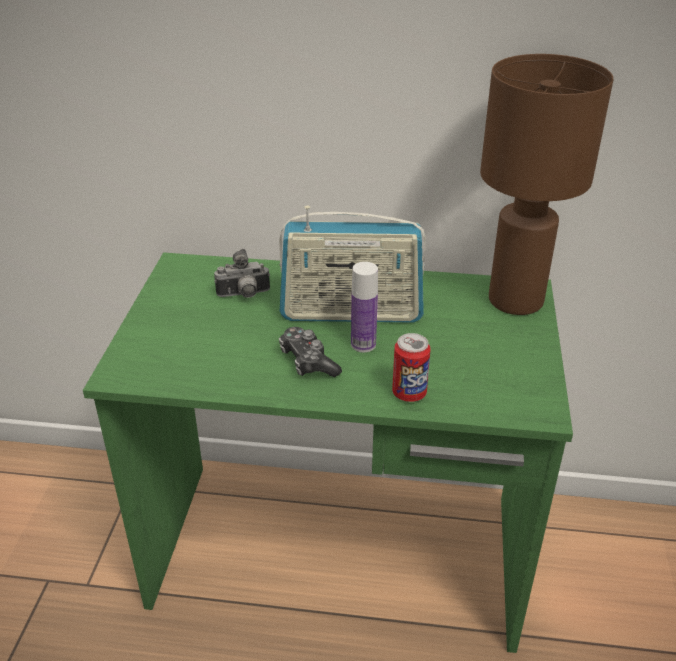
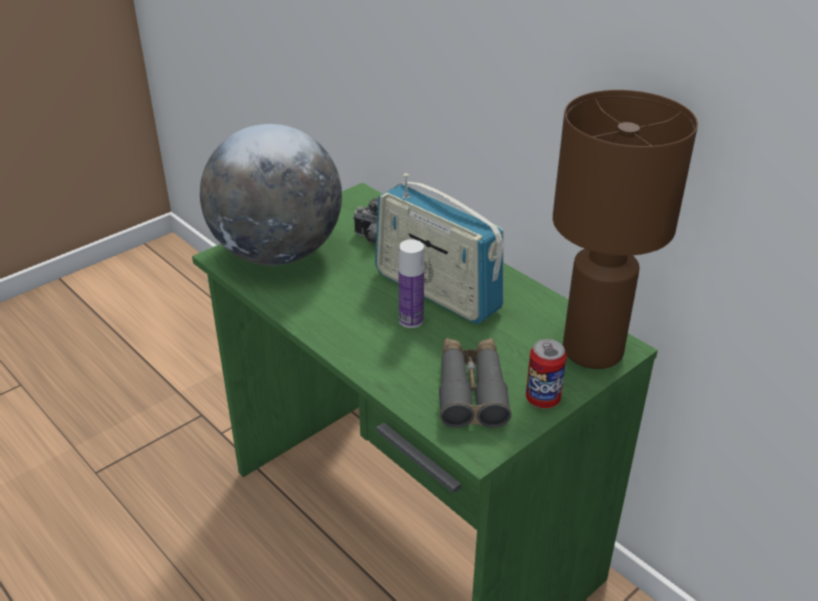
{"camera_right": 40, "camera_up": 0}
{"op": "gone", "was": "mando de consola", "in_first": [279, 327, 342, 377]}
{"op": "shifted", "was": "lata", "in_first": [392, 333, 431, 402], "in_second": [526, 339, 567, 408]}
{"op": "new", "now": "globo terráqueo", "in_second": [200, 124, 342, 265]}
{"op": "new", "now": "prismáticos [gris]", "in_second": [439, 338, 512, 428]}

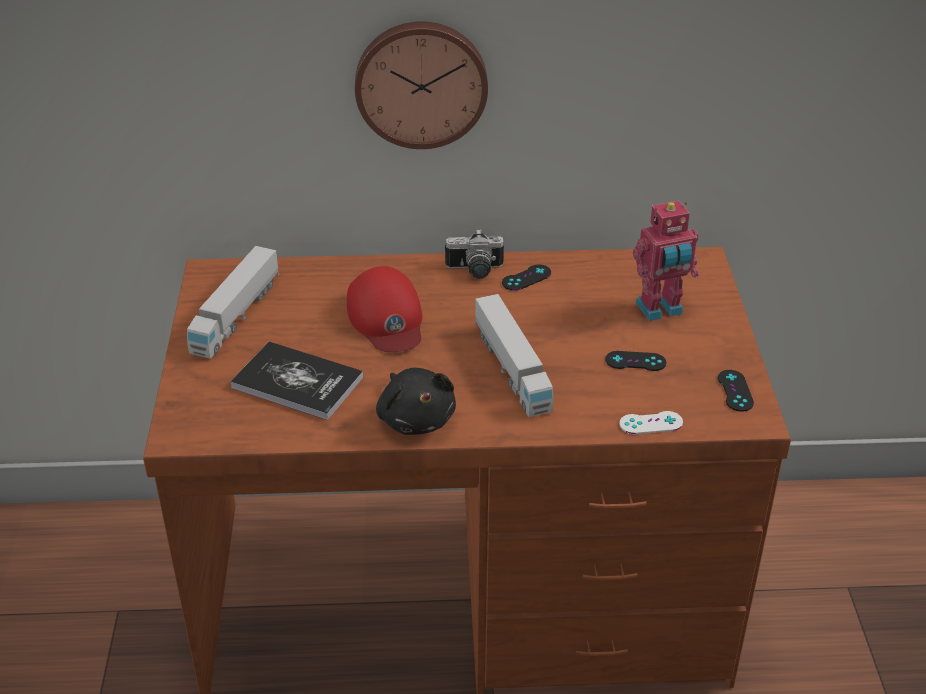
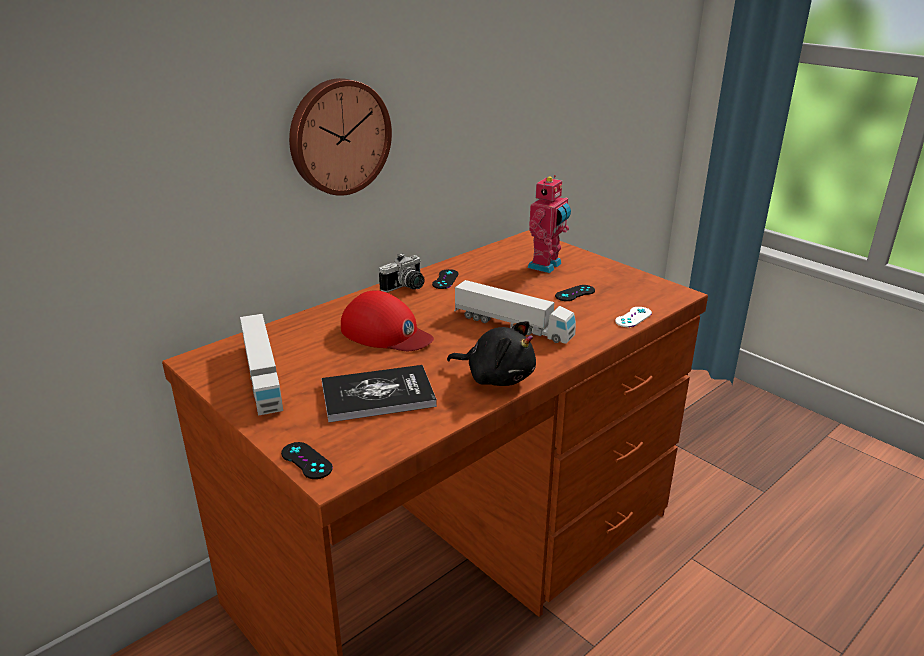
{"camera_right": -40, "camera_up": -10}
{"op": "shifted", "was": "mando de consola [negro]", "in_first": [718, 370, 754, 412], "in_second": [281, 442, 333, 479]}

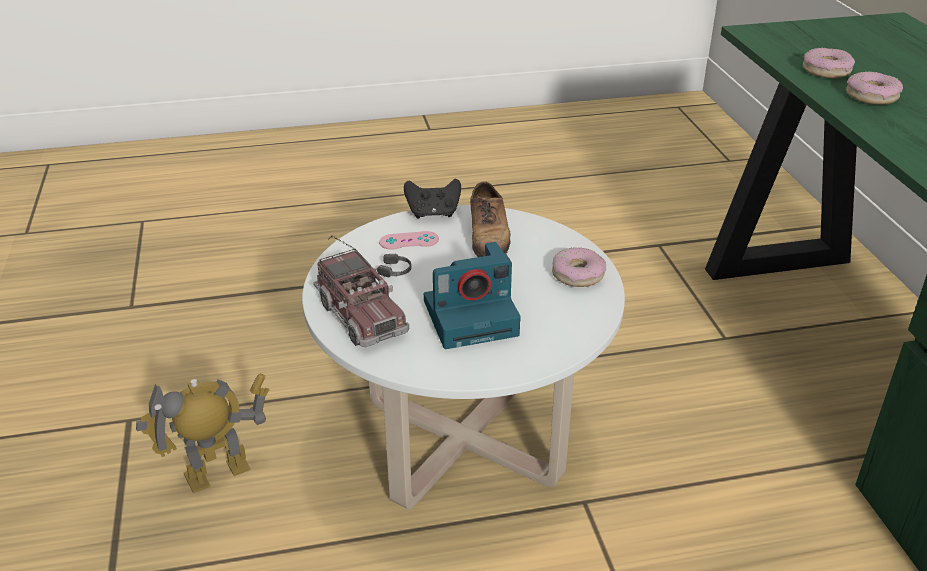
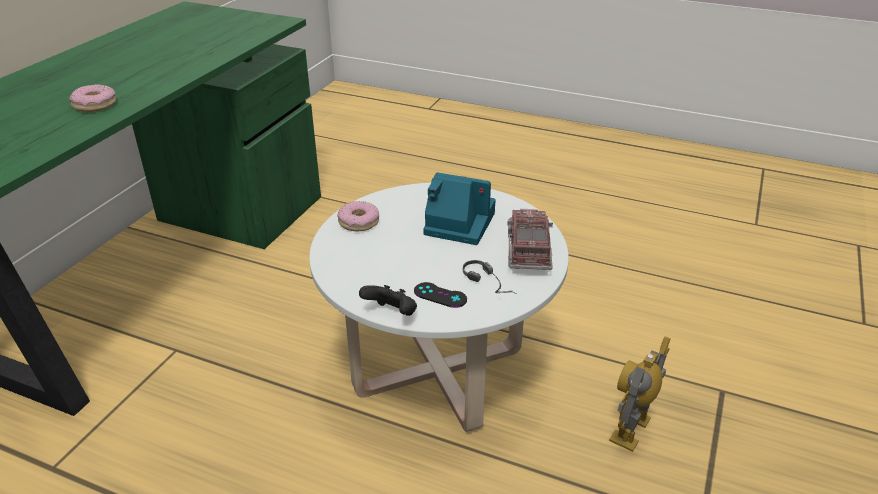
{"camera_right": -145, "camera_up": 0}
{"op": "rotated", "was": "robot de juguete", "in_first": [136, 373, 269, 494], "in_second": [609, 336, 670, 452], "clockwise": 120}
{"op": "repainted", "was": "mando de consola [rosa]", "now": "mando de consola [negro]", "in_first": [379, 231, 439, 249], "in_second": [414, 282, 467, 308]}
{"op": "gone", "was": "zapato", "in_first": [470, 181, 510, 257]}
{"op": "gone", "was": "rosquilla", "in_first": [803, 48, 855, 78]}

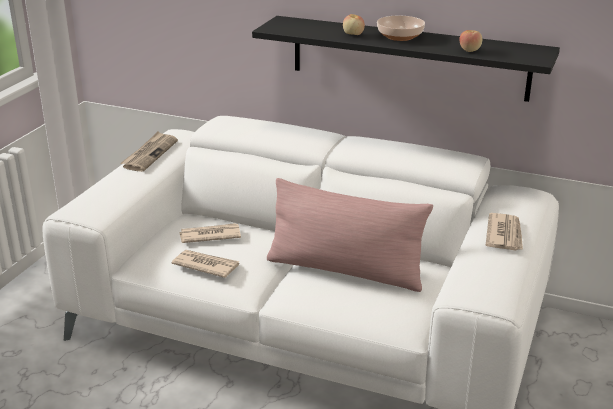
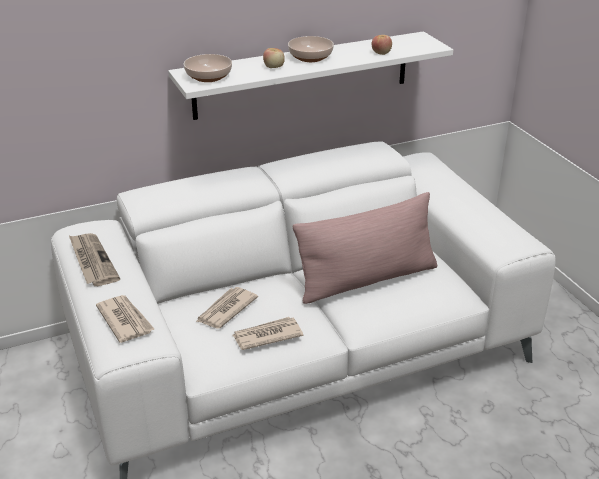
{"camera_right": -45, "camera_up": 5}
{"op": "repainted", "was": "estante [negro]", "now": "estante [blanco]", "in_first": [252, 16, 560, 102], "in_second": [168, 31, 453, 120]}
{"op": "shifted", "was": "periódico", "in_first": [486, 213, 523, 250], "in_second": [96, 295, 154, 343]}
{"op": "new", "now": "cuenco", "in_second": [183, 54, 232, 82]}

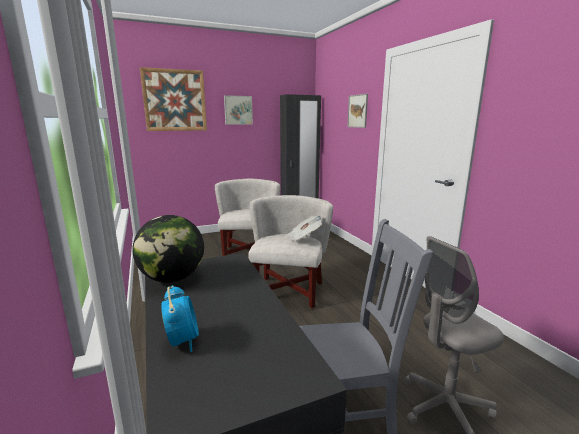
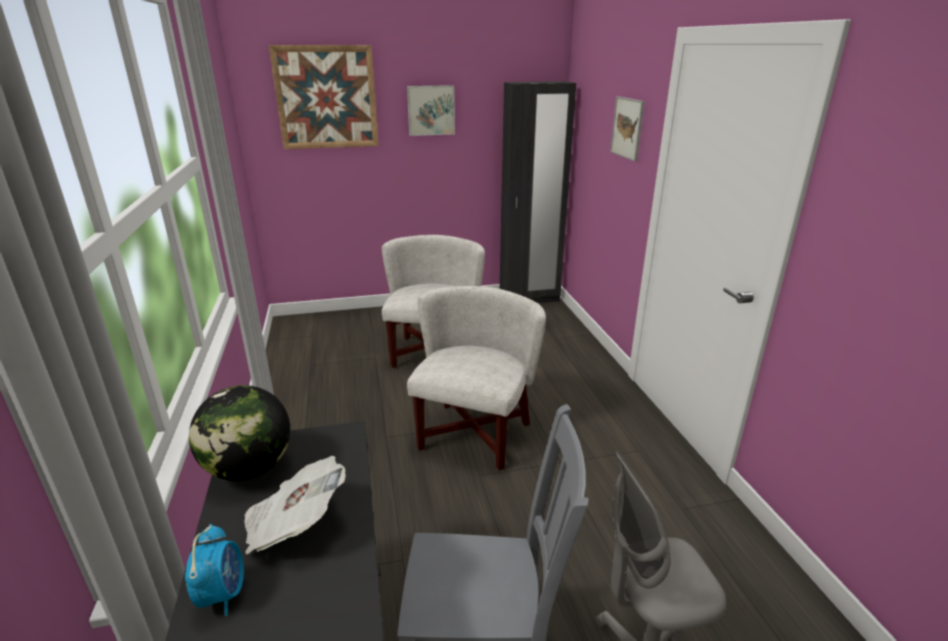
{"camera_right": 10, "camera_up": 10}
{"op": "shifted", "was": "periódico", "in_first": [284, 215, 323, 242], "in_second": [244, 456, 346, 554]}

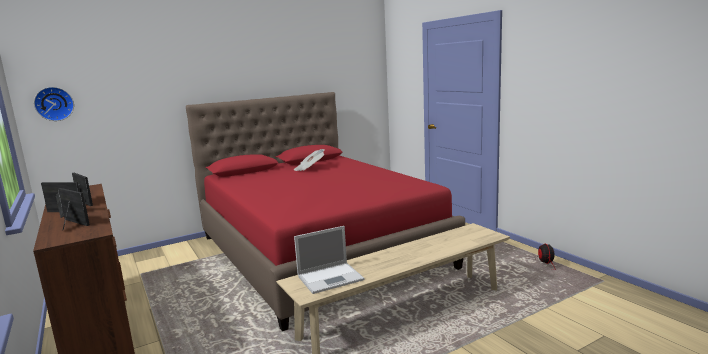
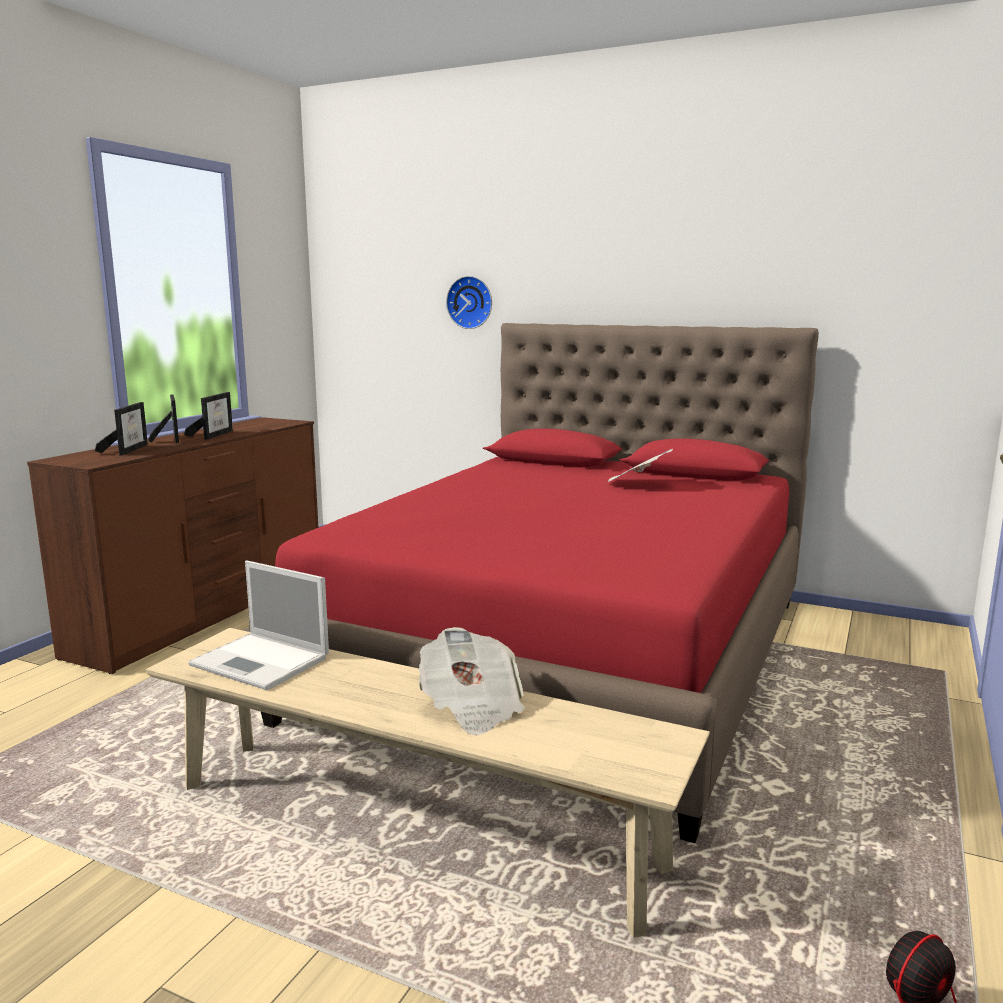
{"camera_right": 55, "camera_up": 0}
{"op": "shifted", "was": "reloj de pared", "in_first": [34, 87, 74, 121], "in_second": [446, 276, 492, 329]}
{"op": "new", "now": "periódico", "in_second": [418, 627, 525, 736]}

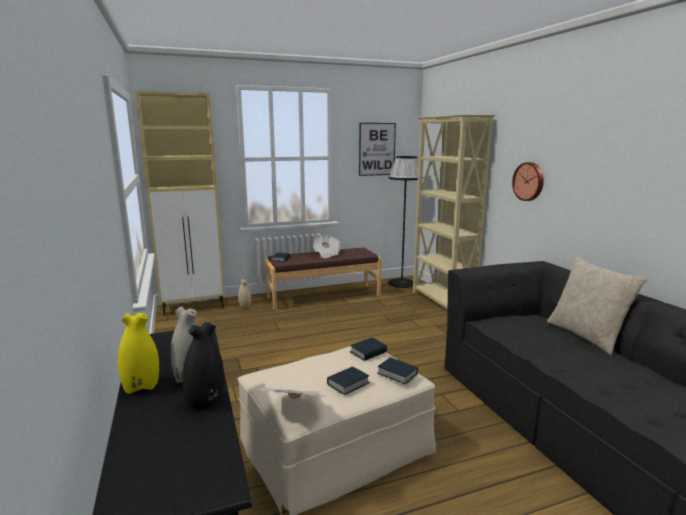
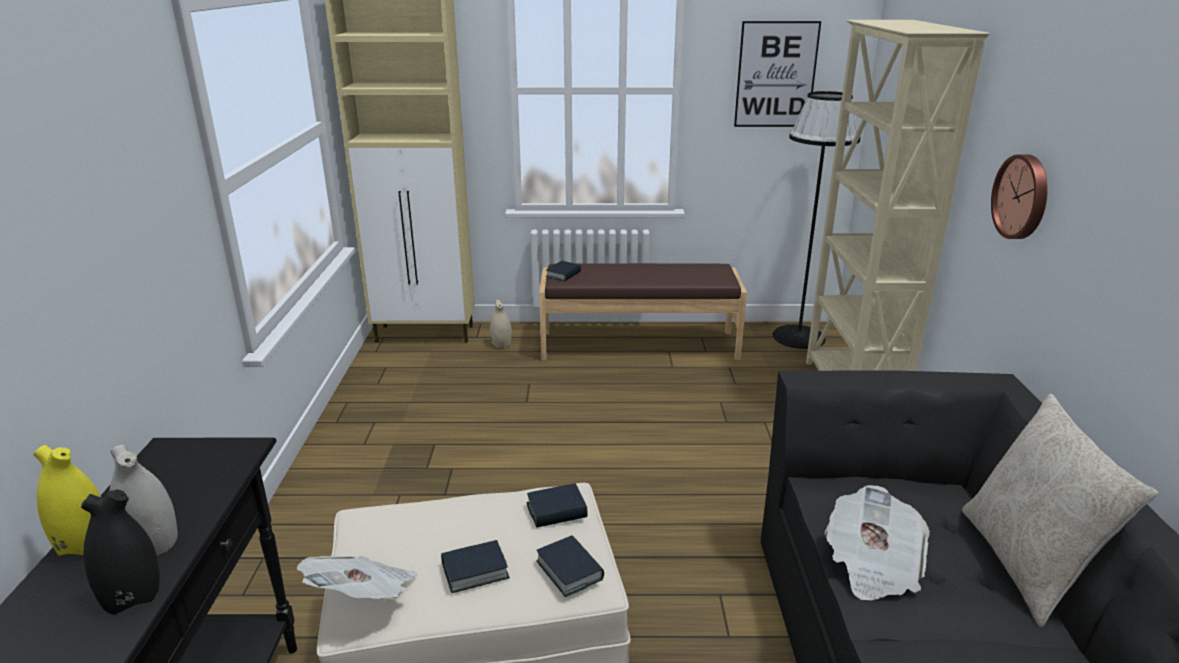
{"camera_right": 20, "camera_up": 10}
{"op": "shifted", "was": "periódico", "in_first": [313, 235, 340, 258], "in_second": [825, 485, 930, 600]}

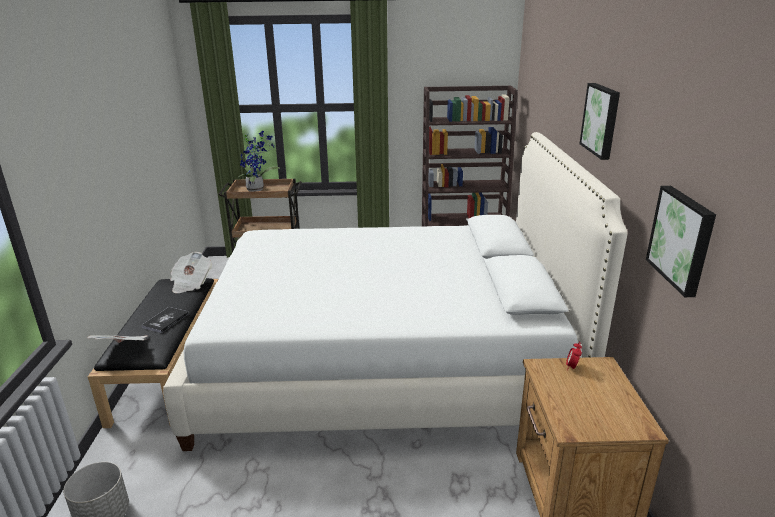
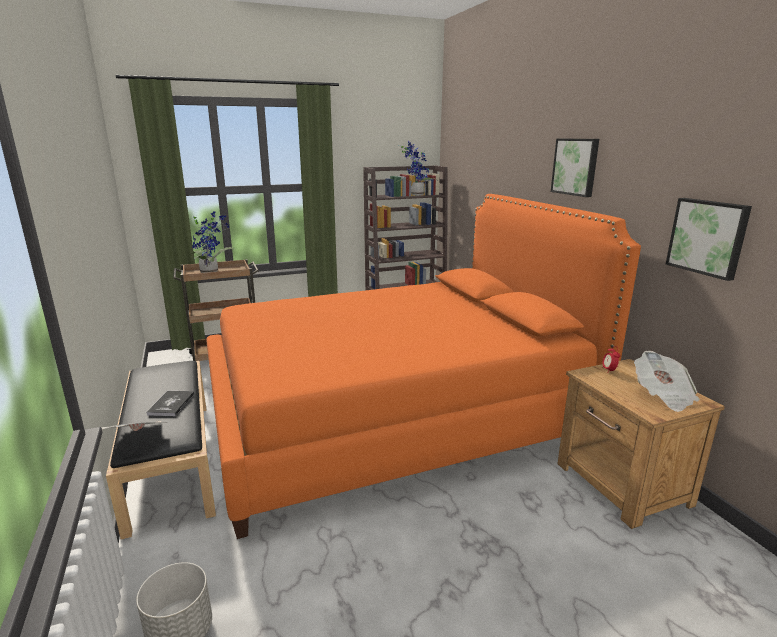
{"camera_right": -20, "camera_up": -5}
{"op": "repainted", "was": "cama [blanco]", "now": "cama [naranja]", "in_first": [163, 132, 627, 451], "in_second": [207, 194, 641, 539]}
{"op": "shifted", "was": "periódico", "in_first": [170, 252, 212, 293], "in_second": [634, 351, 700, 412]}
{"op": "new", "now": "planta en maceta", "in_second": [394, 141, 437, 196]}

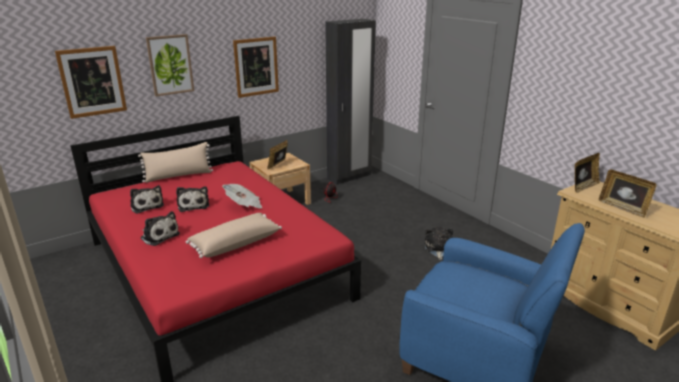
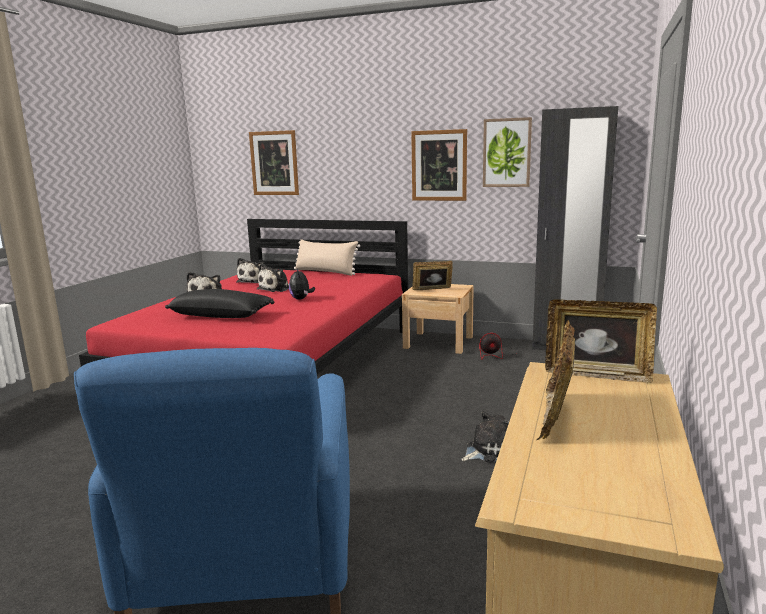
{"camera_right": 55, "camera_up": -10}
{"op": "shifted", "was": "cuadro", "in_first": [146, 34, 194, 96], "in_second": [483, 117, 532, 187]}
{"op": "repainted", "was": "cojín [beis]", "now": "cojín [negro]", "in_first": [186, 213, 282, 258], "in_second": [165, 289, 274, 318]}
{"op": "swapped", "was": "periódico", "now": "peluche", "in_first": [222, 184, 262, 209], "in_second": [289, 269, 315, 300]}

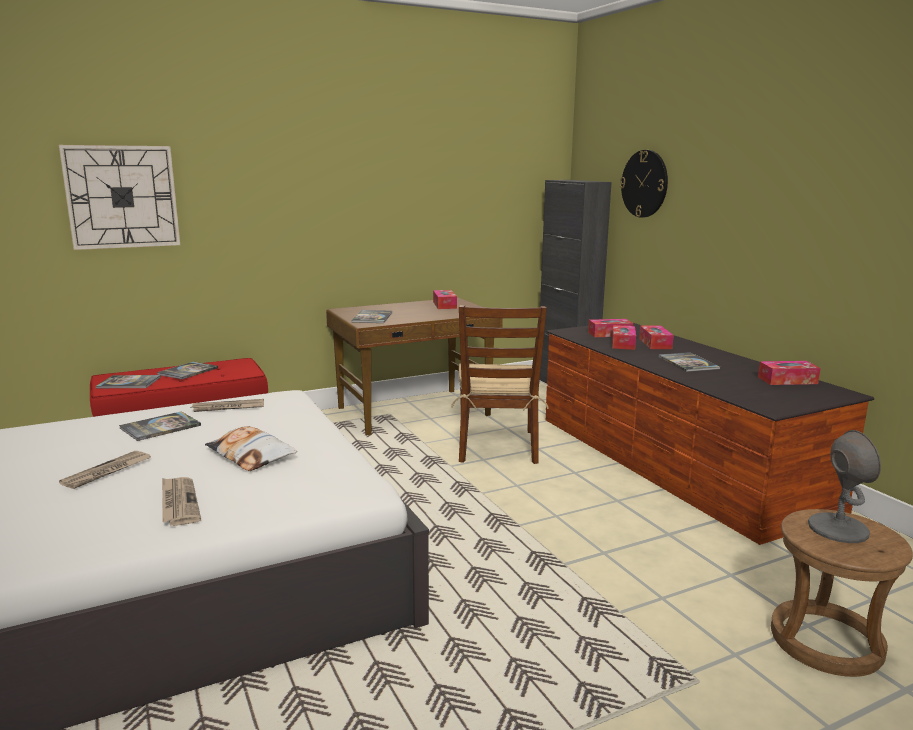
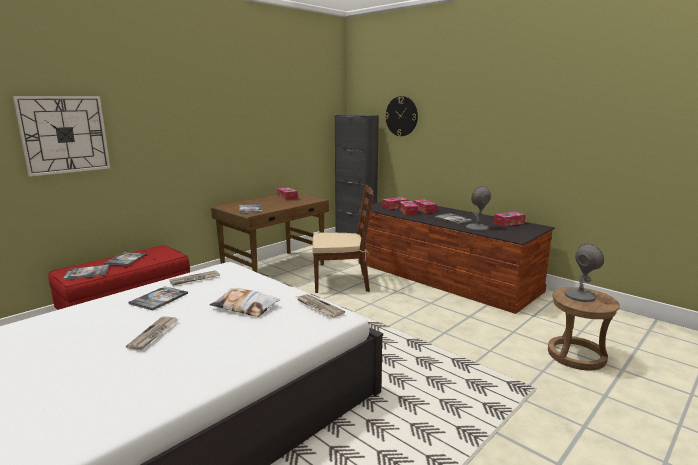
{"camera_right": -20, "camera_up": 0}
{"op": "shifted", "was": "periódico", "in_first": [162, 477, 201, 526], "in_second": [296, 294, 345, 318]}
{"op": "rotated", "was": "silla [marrón]", "in_first": [451, 305, 549, 464], "in_second": [312, 185, 374, 293], "clockwise": -75}
{"op": "new", "now": "lámpara de mesa [gris]", "in_second": [466, 186, 491, 231]}

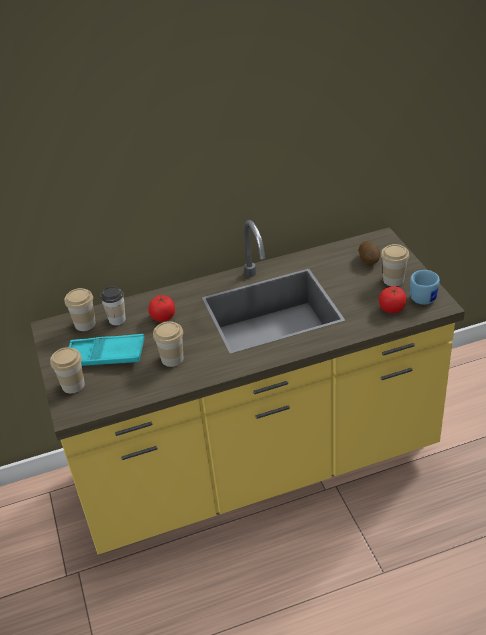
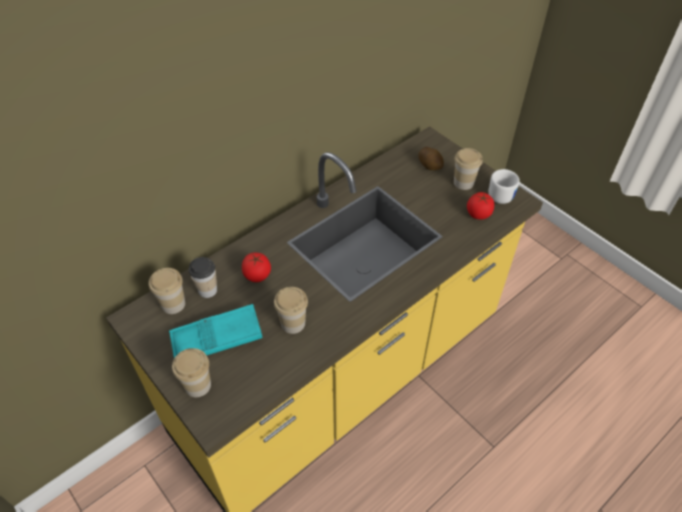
{"camera_right": -25, "camera_up": 10}
{"op": "repainted", "was": "taza grande [azul]", "now": "taza grande [blanco]", "in_first": [410, 270, 440, 305], "in_second": [489, 169, 520, 204]}

